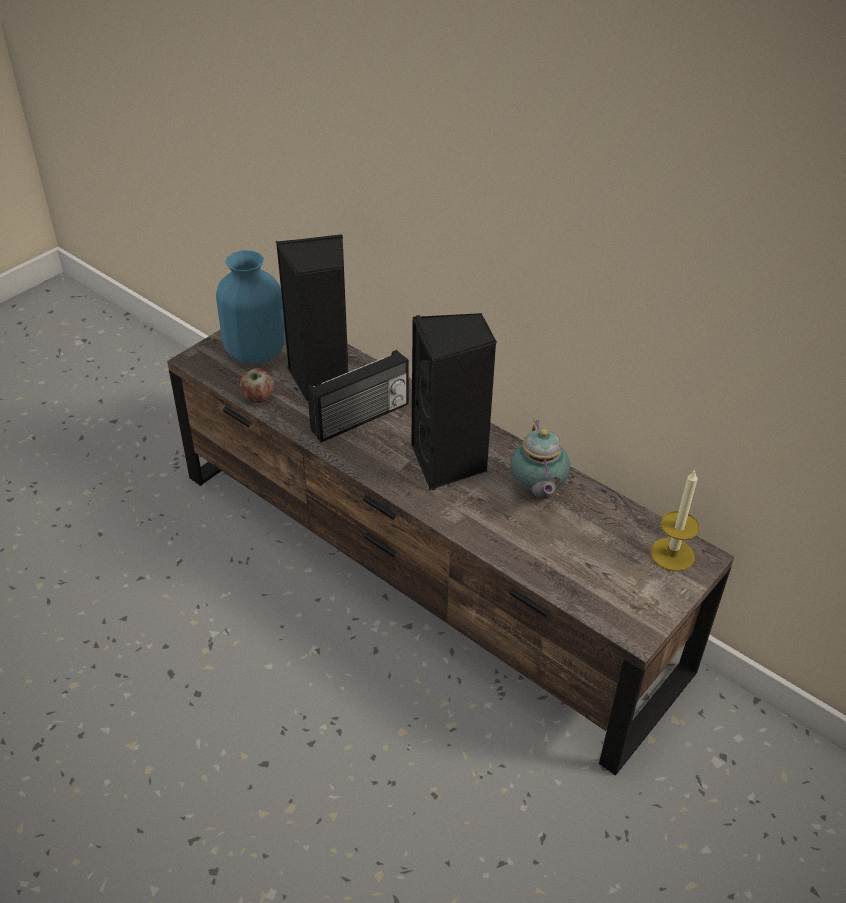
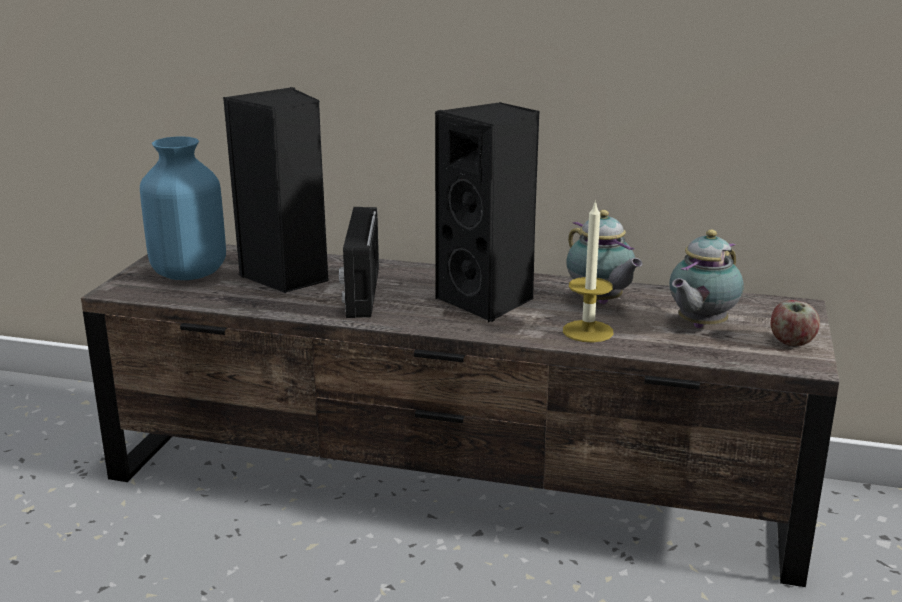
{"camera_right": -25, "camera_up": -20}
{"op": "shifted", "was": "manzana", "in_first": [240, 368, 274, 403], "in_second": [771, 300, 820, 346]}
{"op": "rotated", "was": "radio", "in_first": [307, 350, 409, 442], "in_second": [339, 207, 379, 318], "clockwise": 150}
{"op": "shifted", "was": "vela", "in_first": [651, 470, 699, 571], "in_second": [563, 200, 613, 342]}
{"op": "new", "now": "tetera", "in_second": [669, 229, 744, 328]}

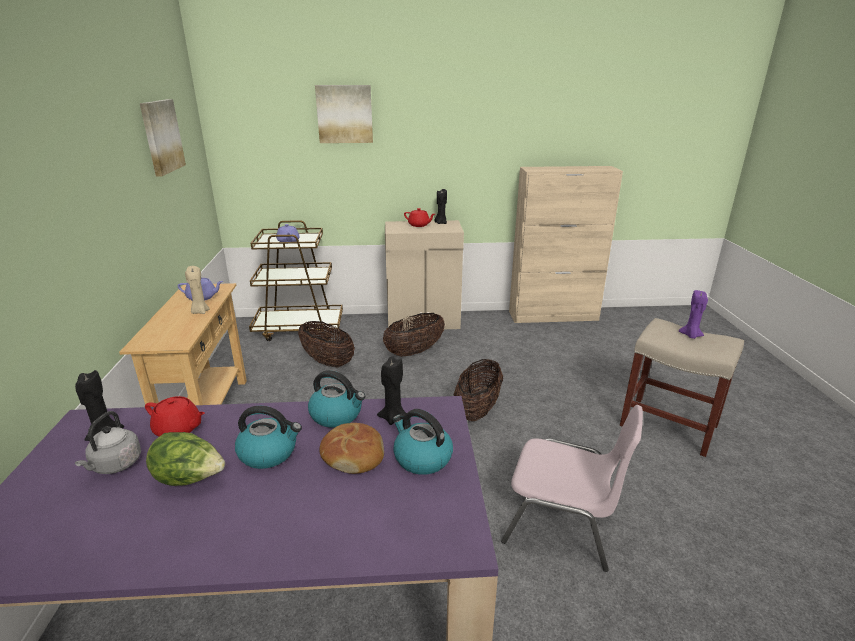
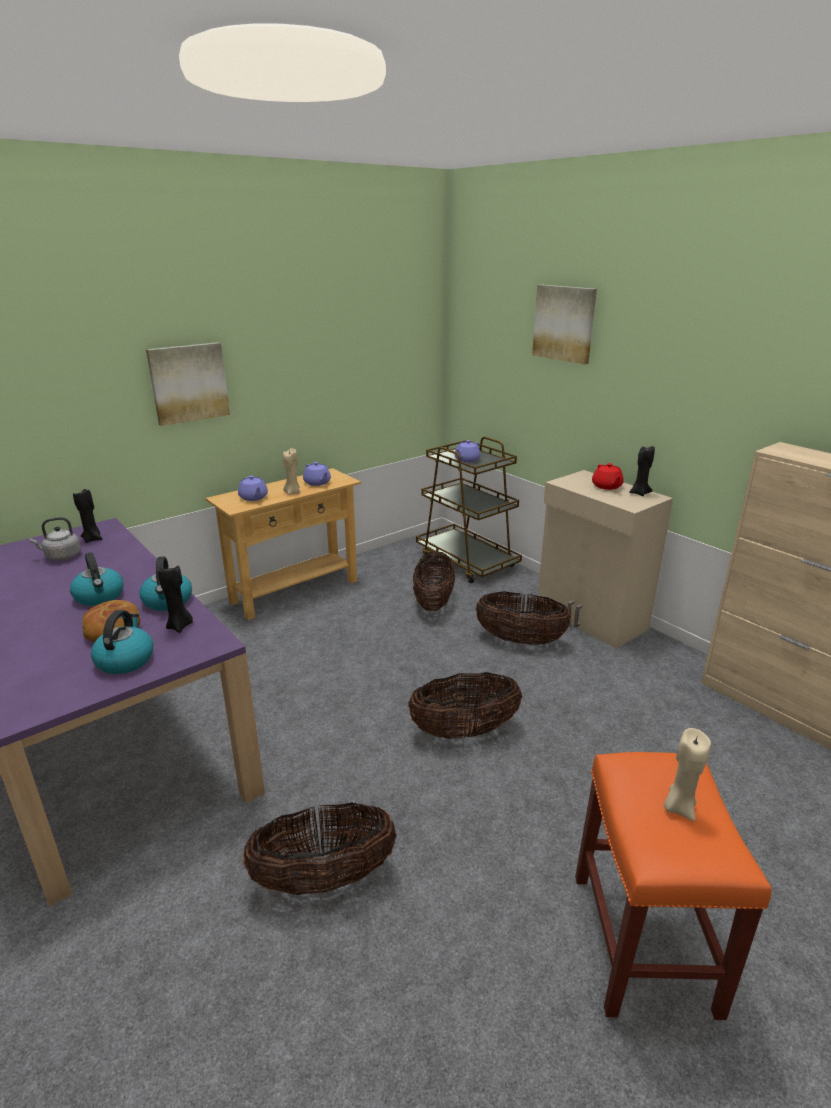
{"camera_right": 55, "camera_up": 0}
{"op": "shifted", "was": "cuadro", "in_first": [140, 99, 186, 177], "in_second": [146, 342, 230, 426]}
{"op": "gone", "was": "tetera [rojo]", "in_first": [145, 396, 205, 437]}
{"op": "gone", "was": "lechuga", "in_first": [146, 432, 225, 486]}
{"op": "swapped", "was": "silla [rosa]", "now": "cesta", "in_first": [501, 405, 643, 572], "in_second": [243, 803, 397, 895]}
{"op": "repainted", "was": "taburete [beis]", "now": "taburete [naranja]", "in_first": [620, 318, 744, 457], "in_second": [575, 752, 772, 1020]}
{"op": "repainted", "was": "vela [morado]", "now": "vela [beis]", "in_first": [679, 290, 708, 339], "in_second": [664, 728, 711, 821]}
{"op": "new", "now": "tetera [morado]", "in_second": [238, 476, 268, 501]}

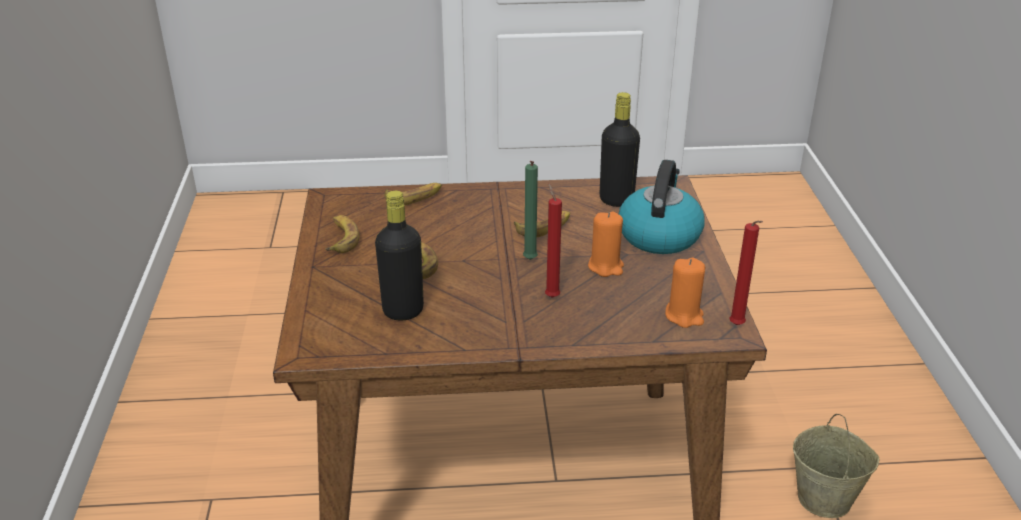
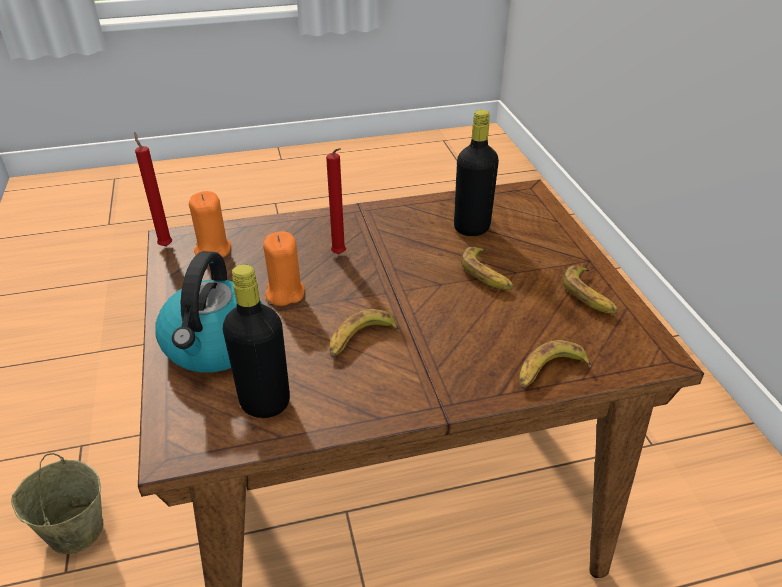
{"camera_right": 170, "camera_up": 5}
{"op": "gone", "was": "vela [verde]", "in_first": [523, 161, 538, 260]}

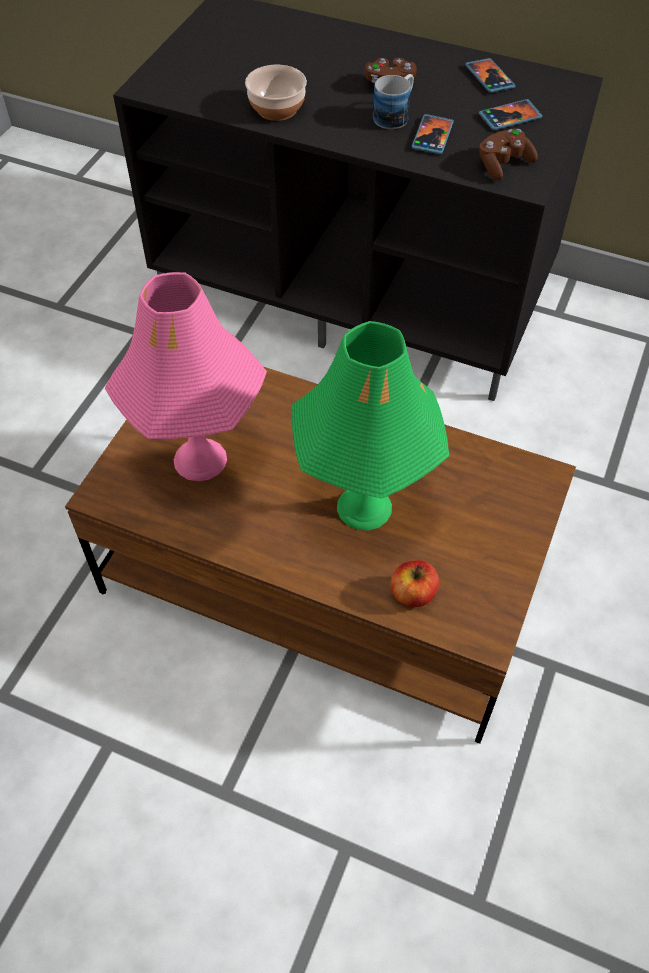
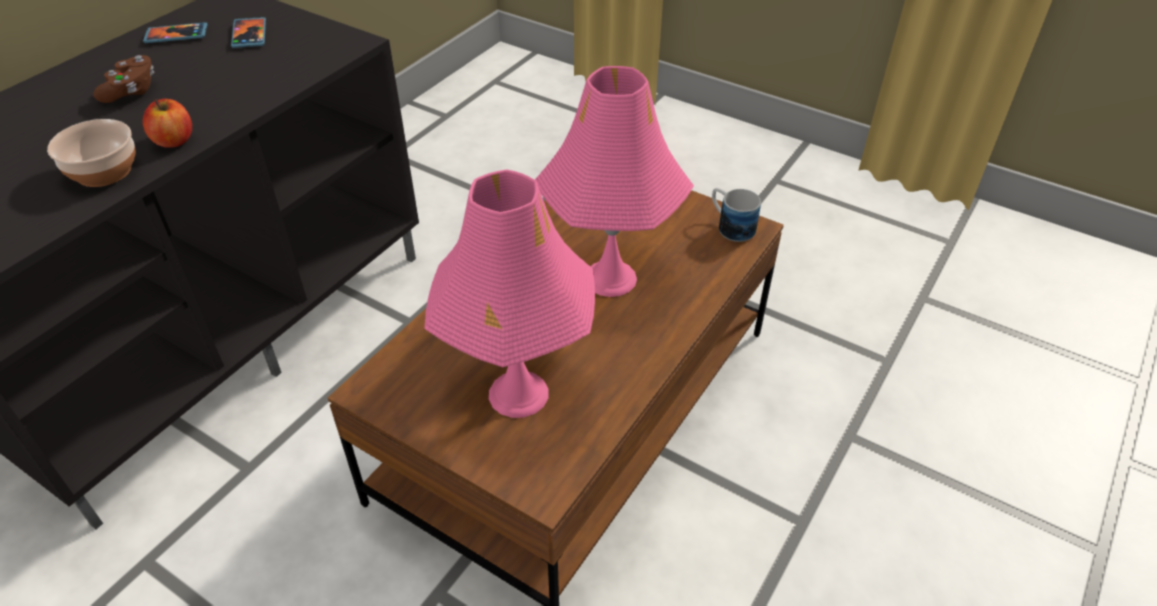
{"camera_right": -80, "camera_up": -10}
{"op": "repainted", "was": "lámpara de mesa [verde]", "now": "lámpara de mesa [rosa]", "in_first": [292, 321, 449, 530], "in_second": [535, 66, 694, 297]}
{"op": "shifted", "was": "taza grande", "in_first": [373, 74, 414, 129], "in_second": [712, 188, 761, 242]}
{"op": "shifted", "was": "manzana", "in_first": [391, 560, 439, 607], "in_second": [143, 99, 192, 148]}
{"op": "gone", "was": "móvil", "in_first": [412, 114, 454, 154]}
{"op": "gone", "was": "mando de consola [marrón]", "in_first": [479, 128, 538, 180]}

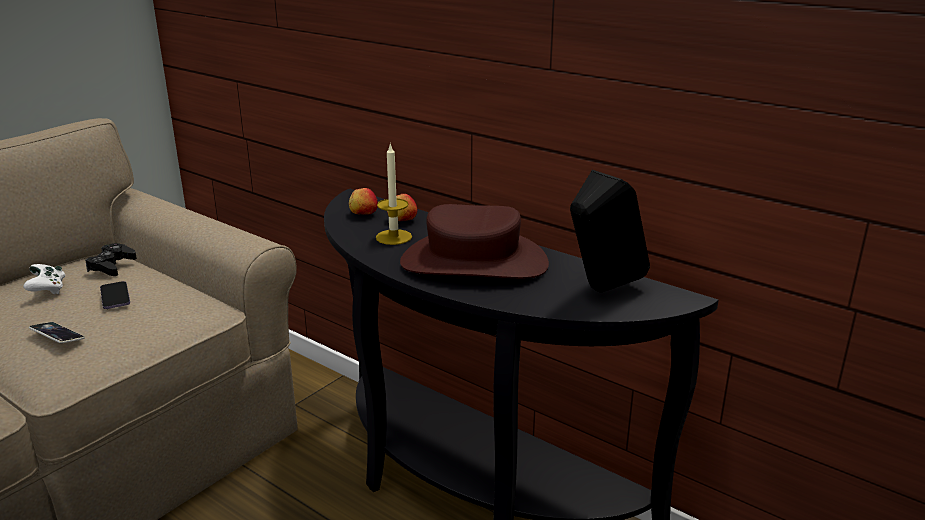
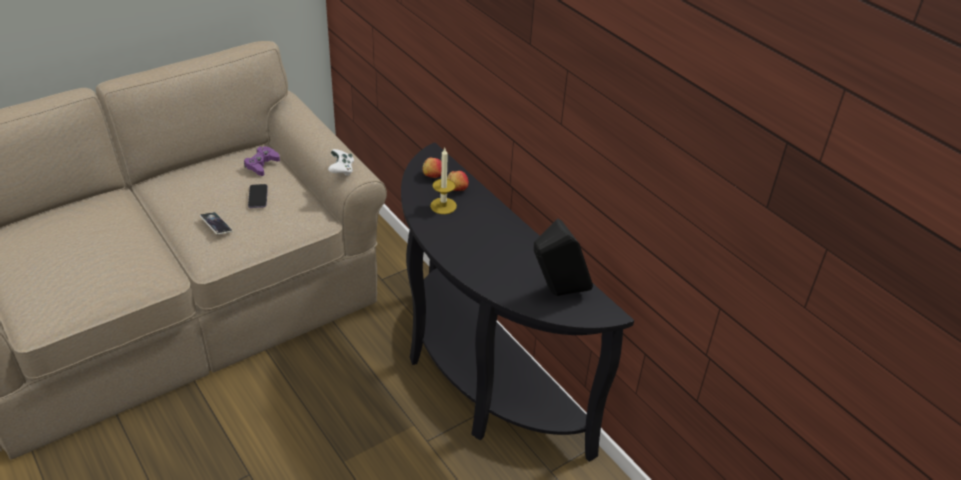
{"camera_right": 15, "camera_up": 15}
{"op": "shifted", "was": "mando de consola [blanco]", "in_first": [23, 264, 65, 294], "in_second": [328, 149, 354, 176]}
{"op": "repainted", "was": "mando de consola [negro]", "now": "mando de consola [morado]", "in_first": [85, 243, 137, 276], "in_second": [244, 147, 280, 176]}
{"op": "gone", "was": "sombrero [marrón]", "in_first": [400, 204, 549, 279]}

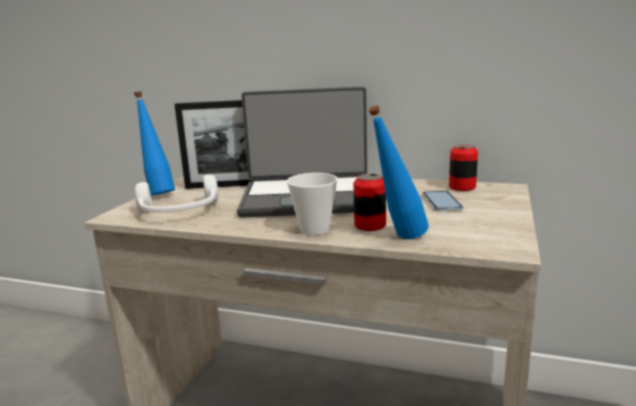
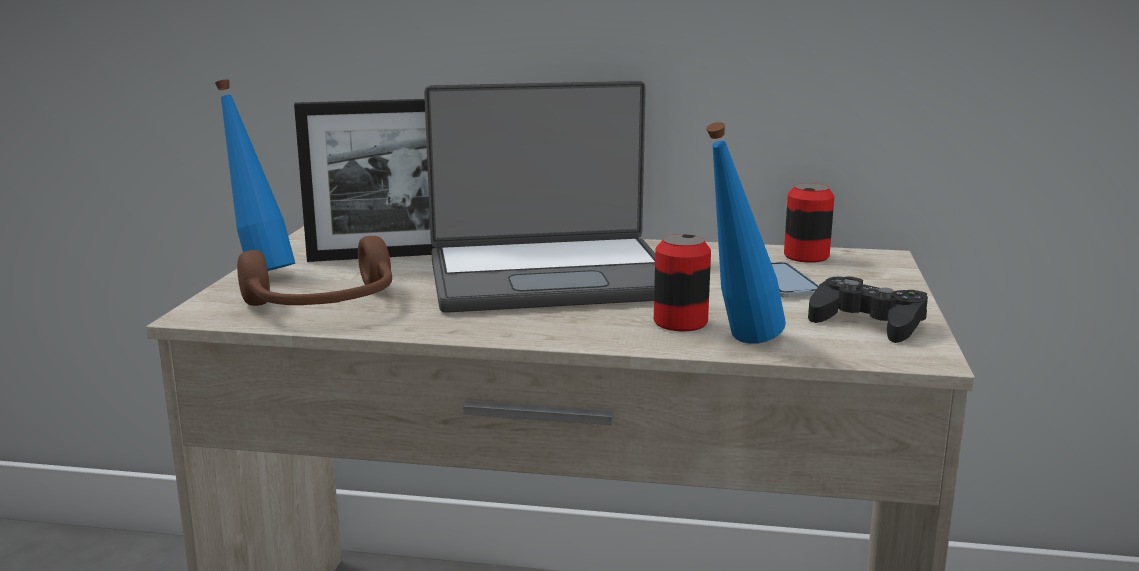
{"camera_right": -10, "camera_up": 0}
{"op": "repainted", "was": "auriculares [blanco]", "now": "auriculares [marrón]", "in_first": [135, 175, 219, 212], "in_second": [237, 236, 392, 306]}
{"op": "gone", "was": "taza", "in_first": [286, 173, 338, 235]}
{"op": "new", "now": "mando de consola [negro]", "in_second": [808, 276, 928, 343]}

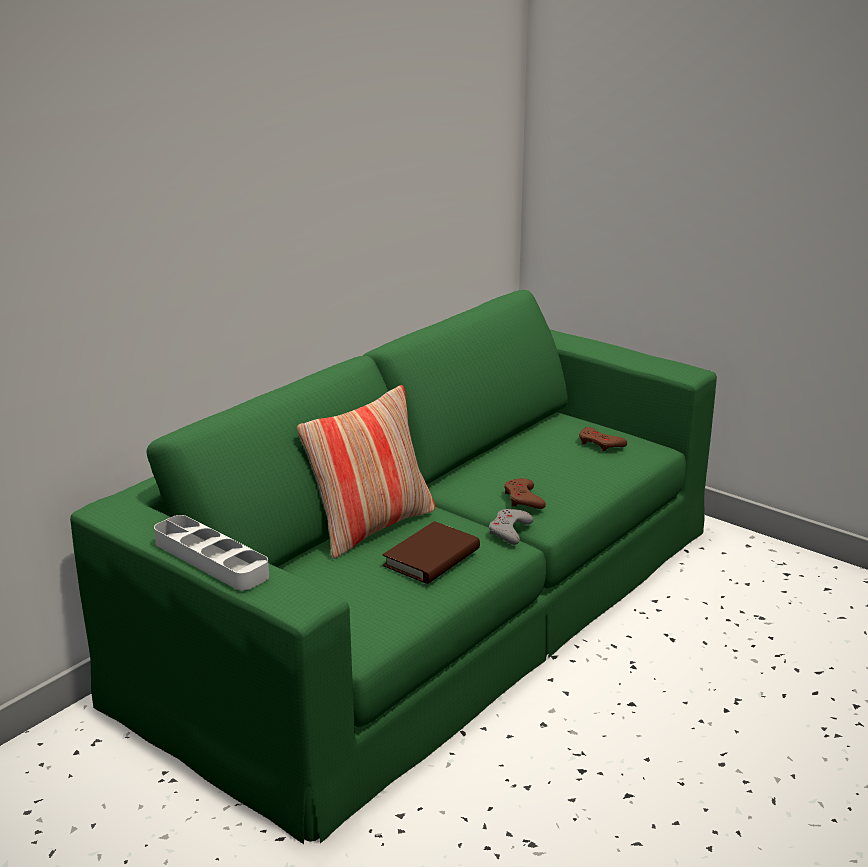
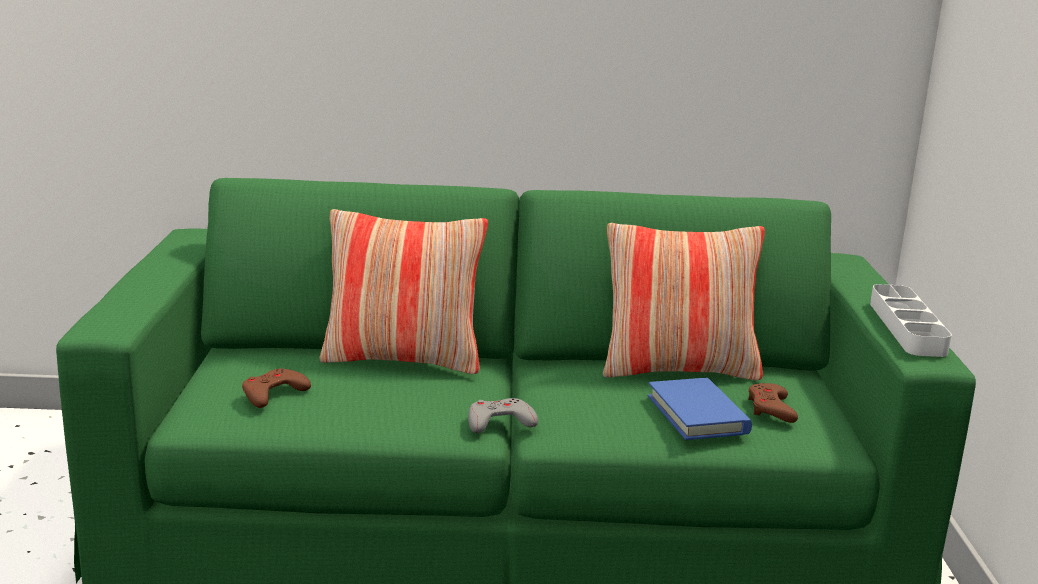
{"camera_right": 50, "camera_up": -5}
{"op": "shifted", "was": "bandeja [gris]", "in_first": [154, 515, 269, 590], "in_second": [870, 284, 952, 357]}
{"op": "gone", "was": "libro [marrón]", "in_first": [382, 521, 480, 584]}
{"op": "shifted", "was": "mando de consola [marrón]", "in_first": [504, 478, 546, 509], "in_second": [242, 369, 311, 408]}
{"op": "new", "now": "cojín", "in_second": [603, 223, 765, 380]}
{"op": "new", "now": "libro [azul]", "in_second": [648, 378, 752, 440]}

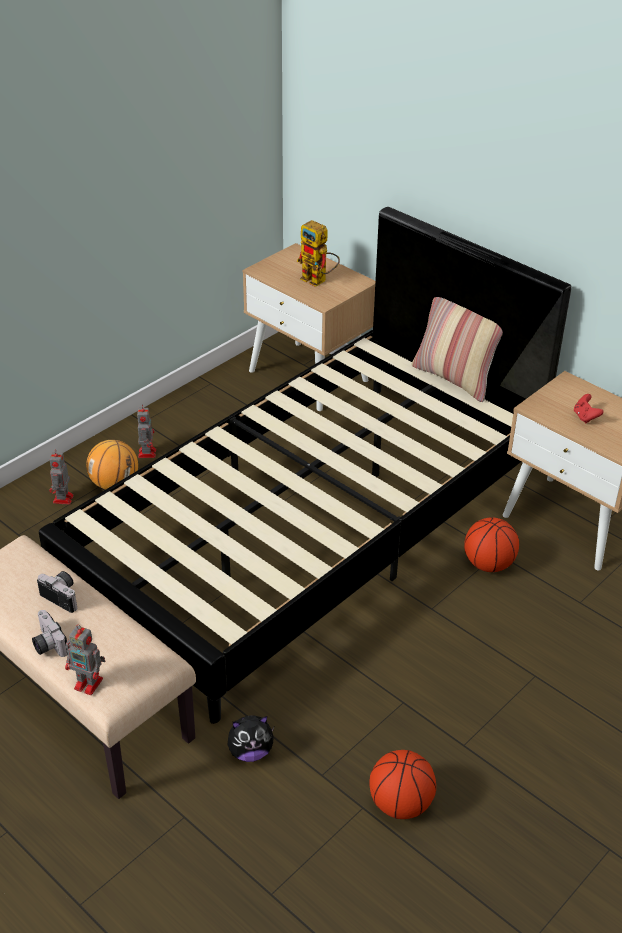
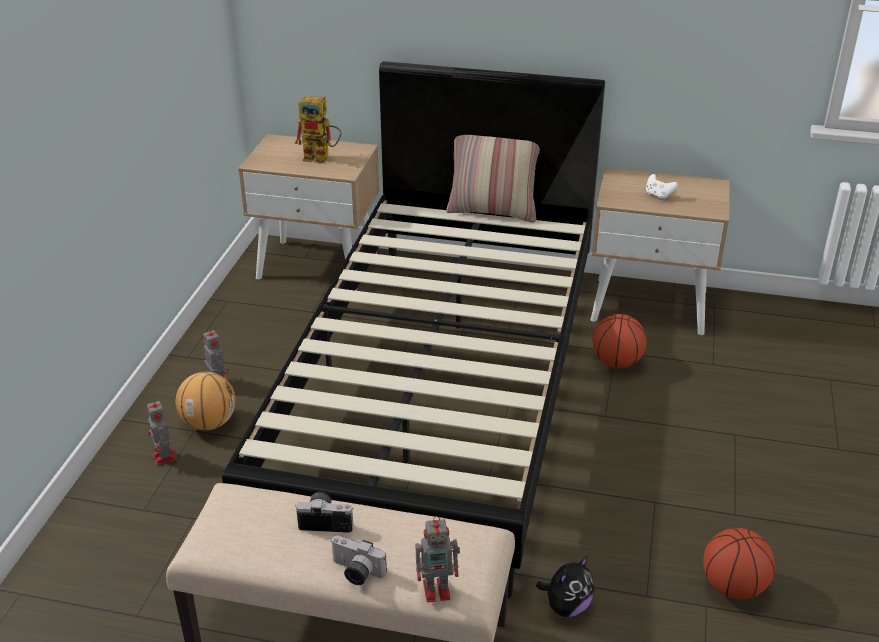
{"camera_right": -30, "camera_up": -5}
{"op": "repainted", "was": "mando de consola [rojo]", "now": "mando de consola [blanco]", "in_first": [574, 394, 604, 424], "in_second": [646, 174, 678, 200]}

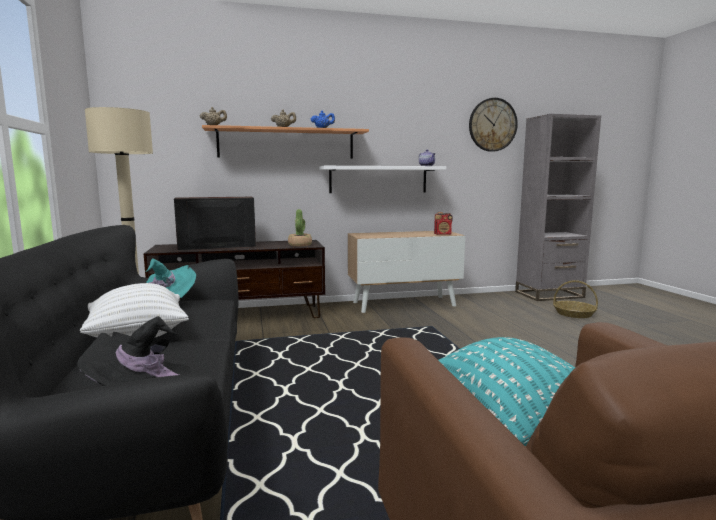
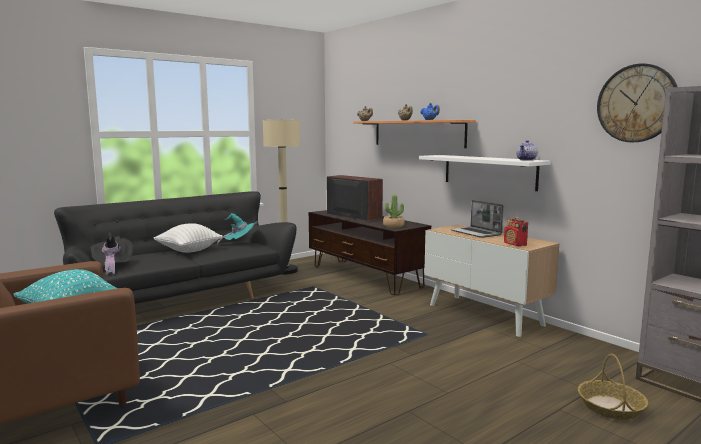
{"camera_right": 65, "camera_up": 0}
{"op": "new", "now": "portátil", "in_second": [450, 200, 503, 238]}

